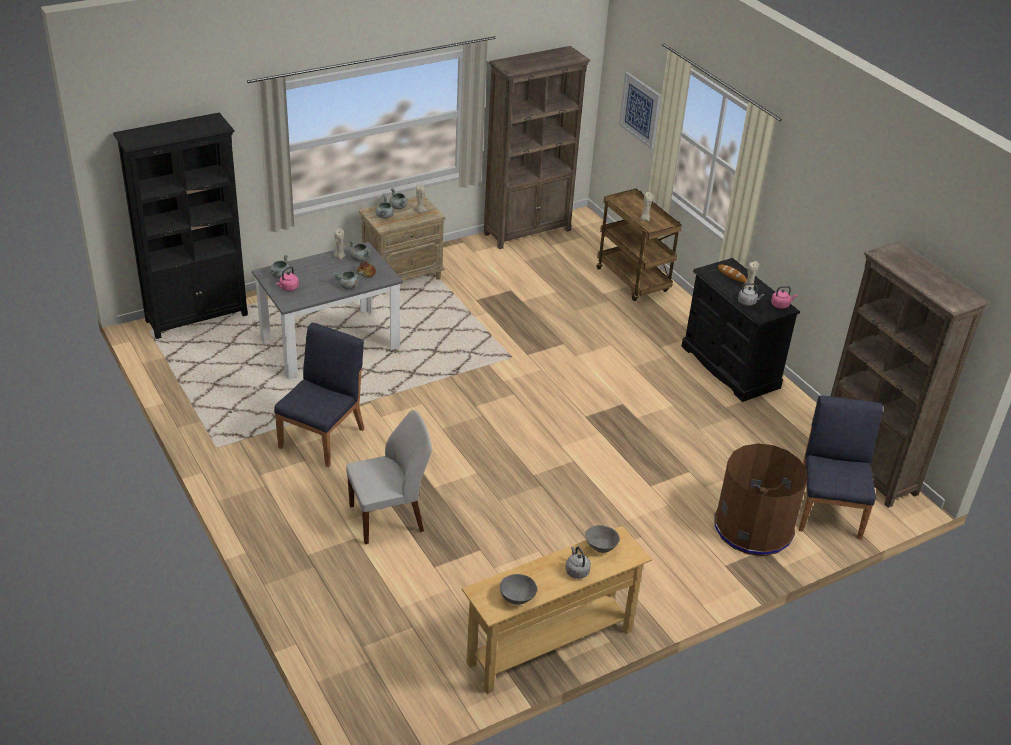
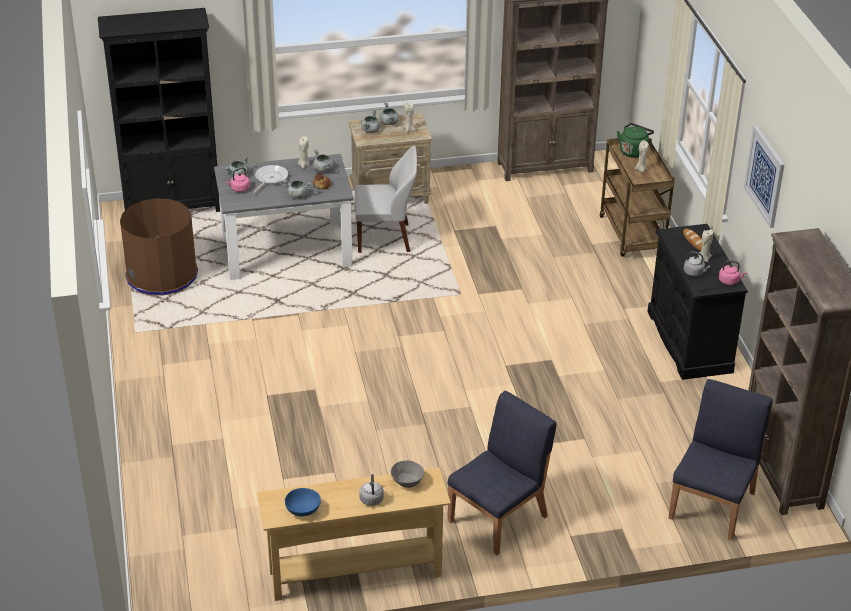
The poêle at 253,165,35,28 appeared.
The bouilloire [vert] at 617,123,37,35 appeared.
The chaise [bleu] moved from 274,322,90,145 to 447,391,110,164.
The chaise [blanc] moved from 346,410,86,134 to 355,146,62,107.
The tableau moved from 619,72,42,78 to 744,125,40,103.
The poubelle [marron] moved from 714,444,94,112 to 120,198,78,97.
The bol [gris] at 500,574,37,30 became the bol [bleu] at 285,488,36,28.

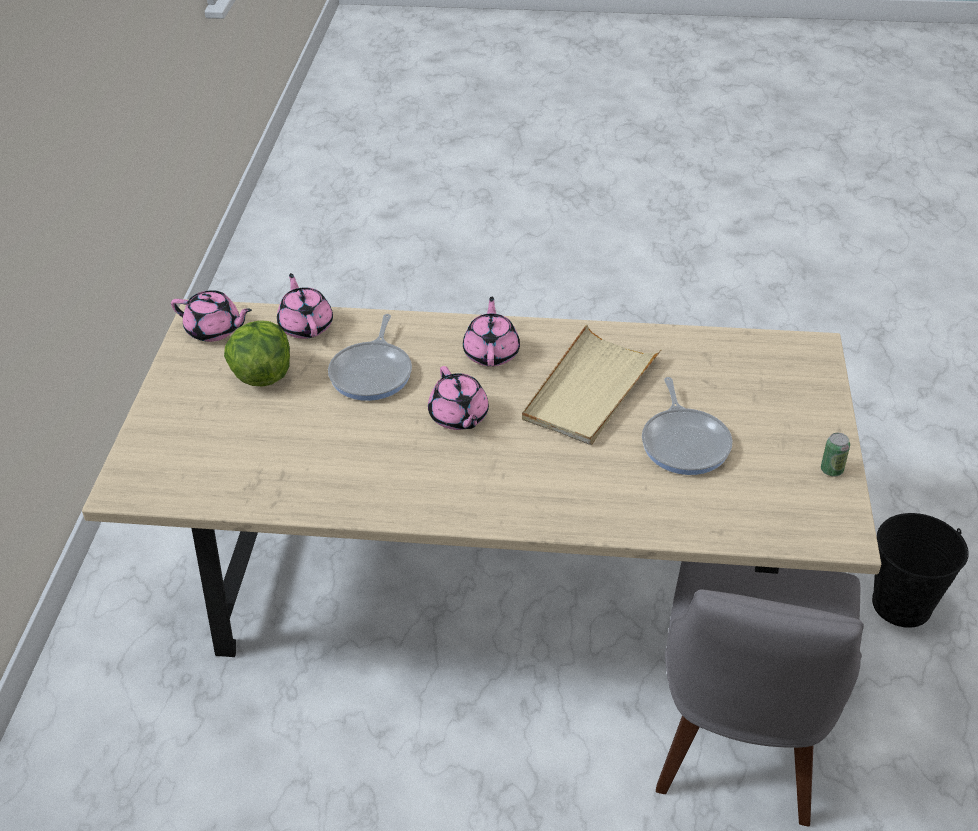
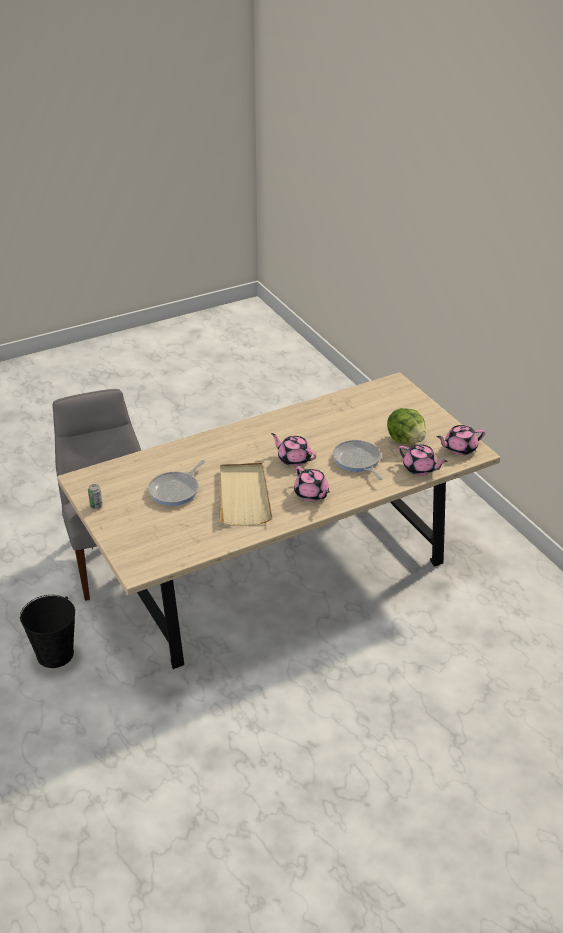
The poêle at 642,377,90,98 turned 105 degrees counterclockwise.

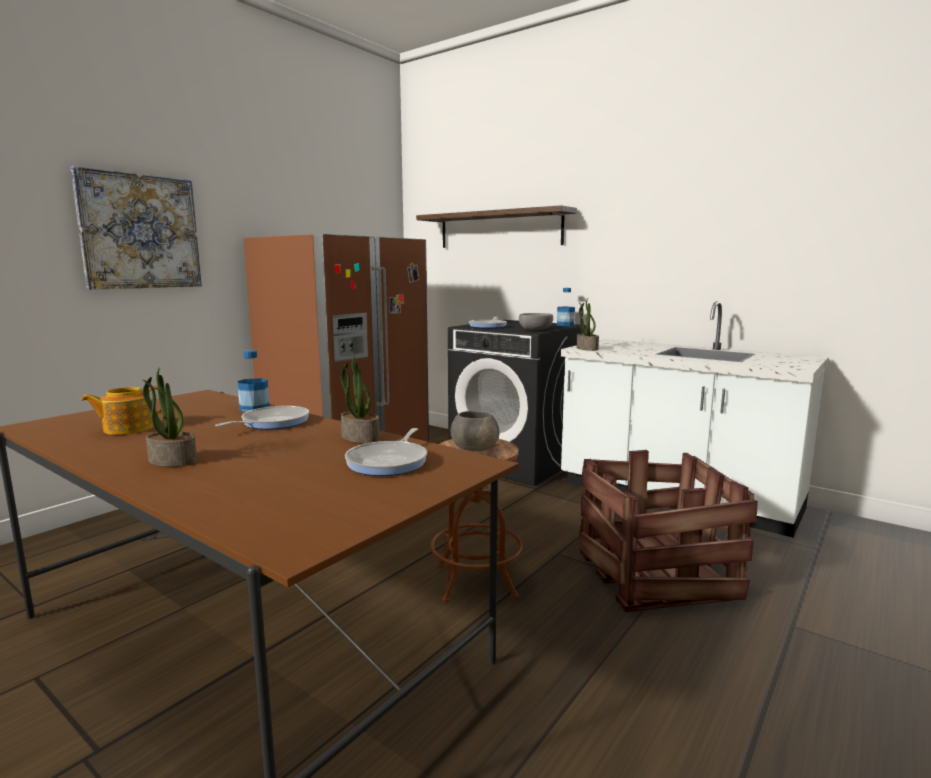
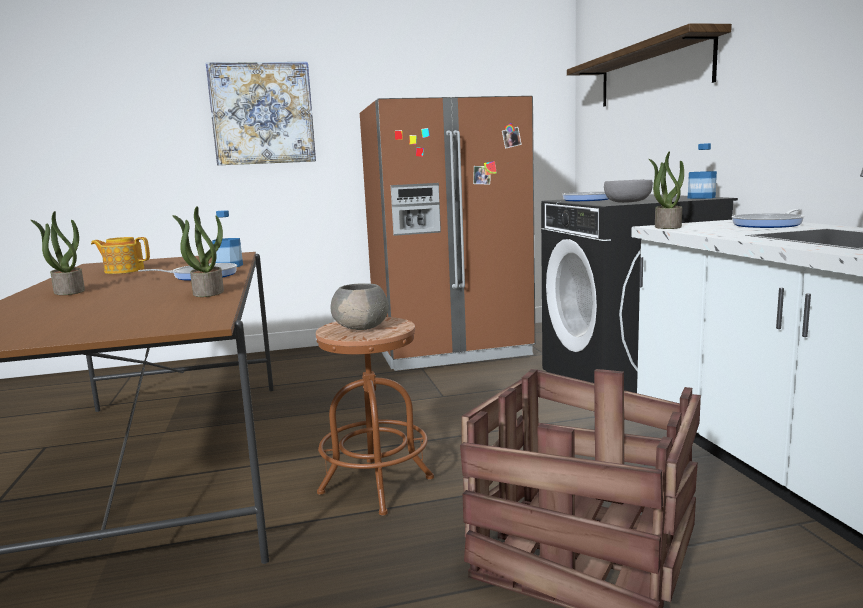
The poêle moved from 345,428,82,48 to 732,209,72,19.

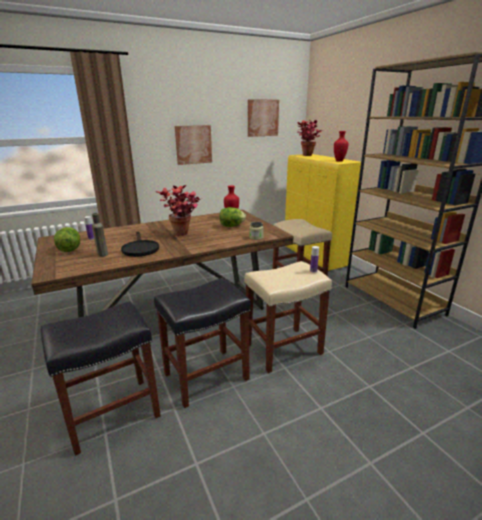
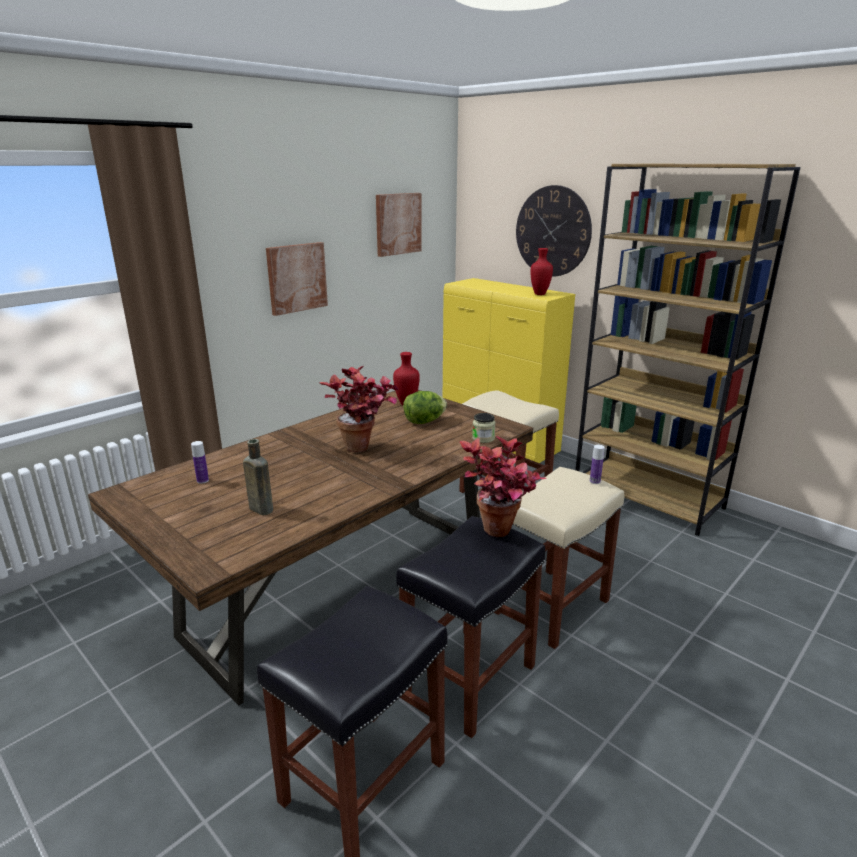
The laitue at 54,227,26,25 disappeared.
The poêle [noir] at 121,232,38,25 disappeared.
The horloge murale at 516,185,76,92 appeared.
The plante en pot moved from 297,120,25,36 to 460,436,86,101.

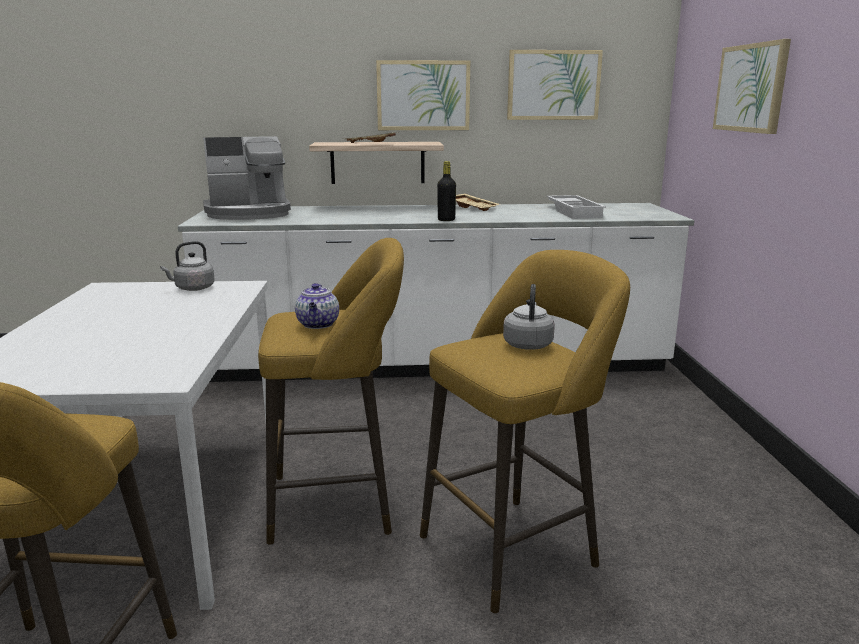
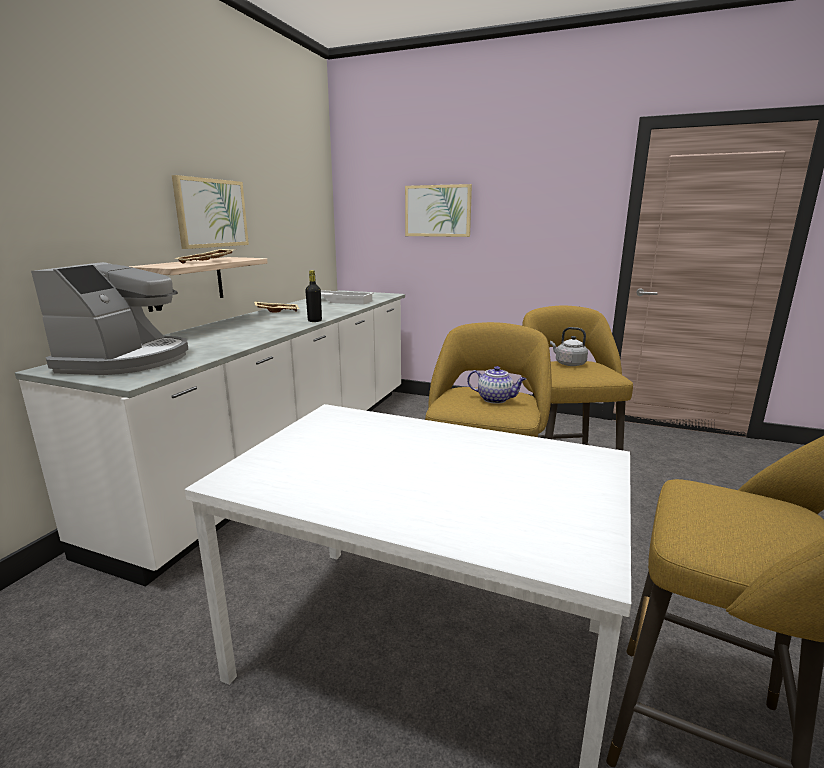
The bouilloire [gris] at 160,241,55,50 disappeared.
The tableau at 507,50,96,70 disappeared.

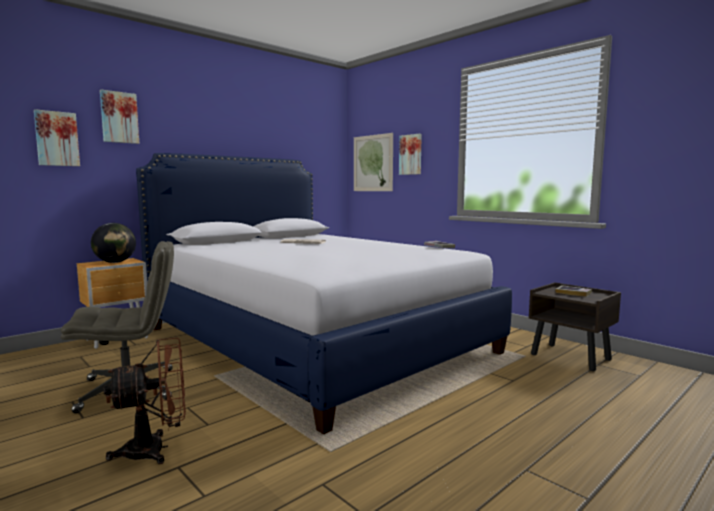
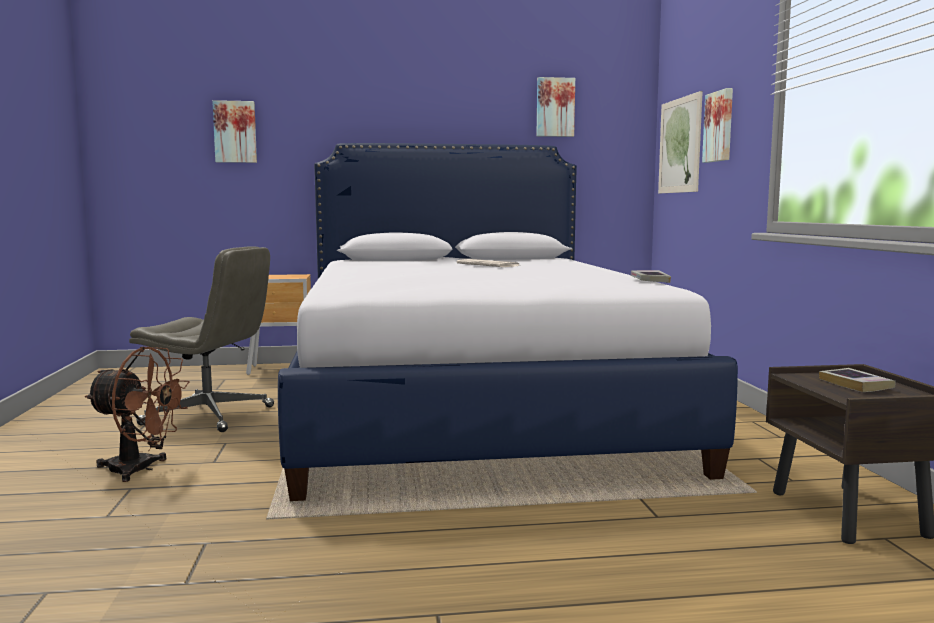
The globe at 91,223,45,40 disappeared.
The tableau moved from 100,90,39,54 to 537,77,38,60.

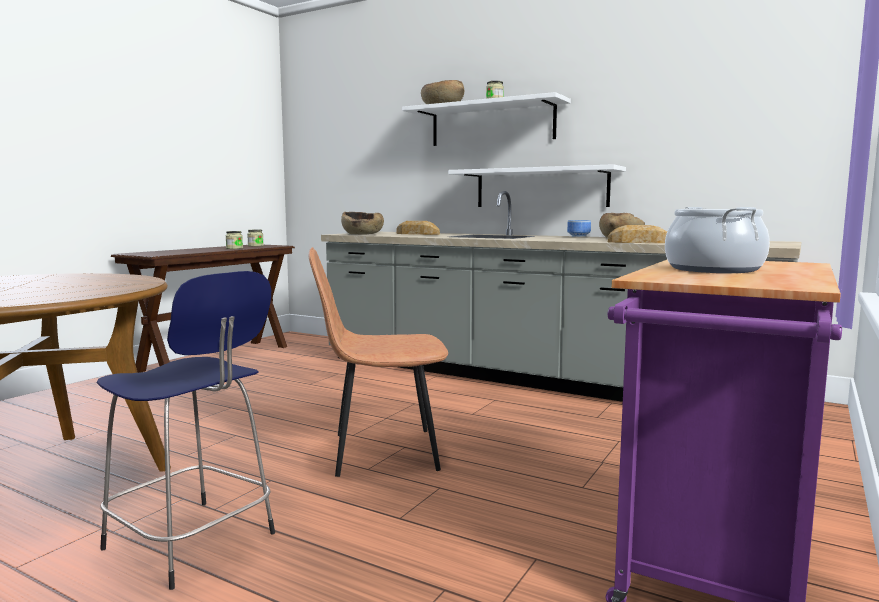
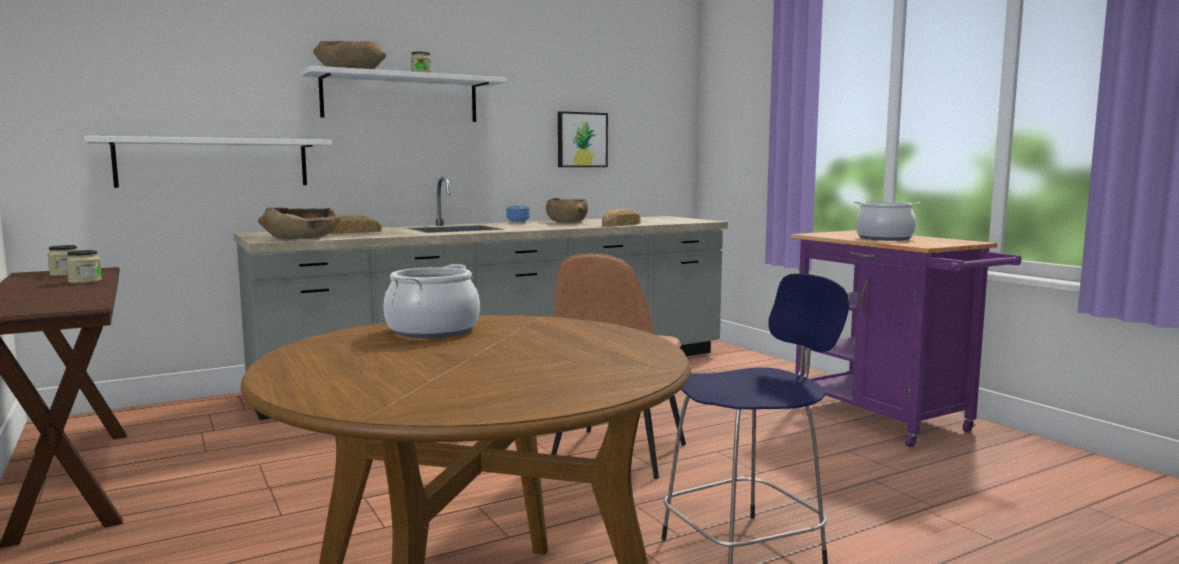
The marmite at 384,264,96,74 appeared.
The tableau at 558,111,50,56 appeared.
The étagère [blanc] moved from 448,164,178,43 to 84,136,248,52.

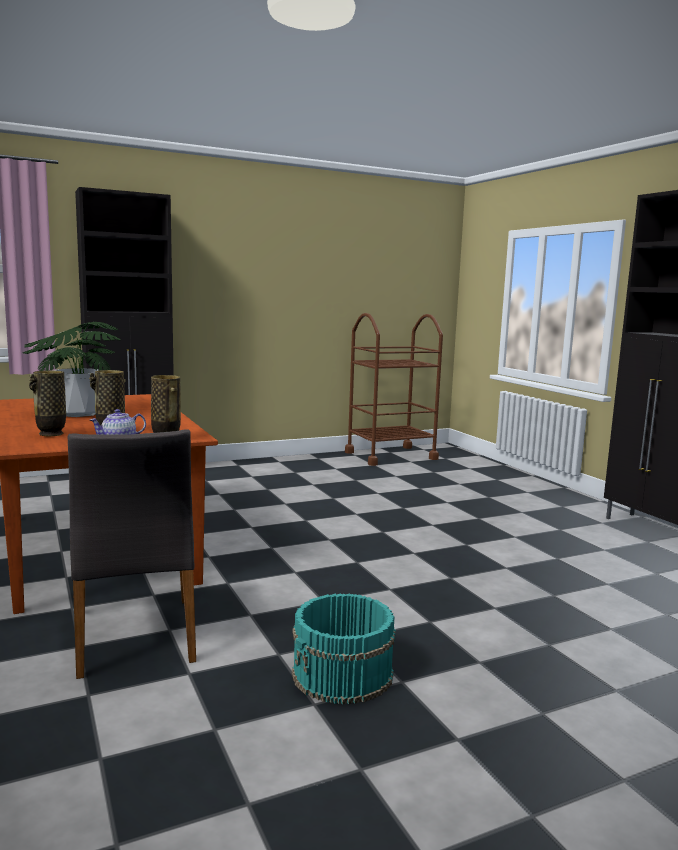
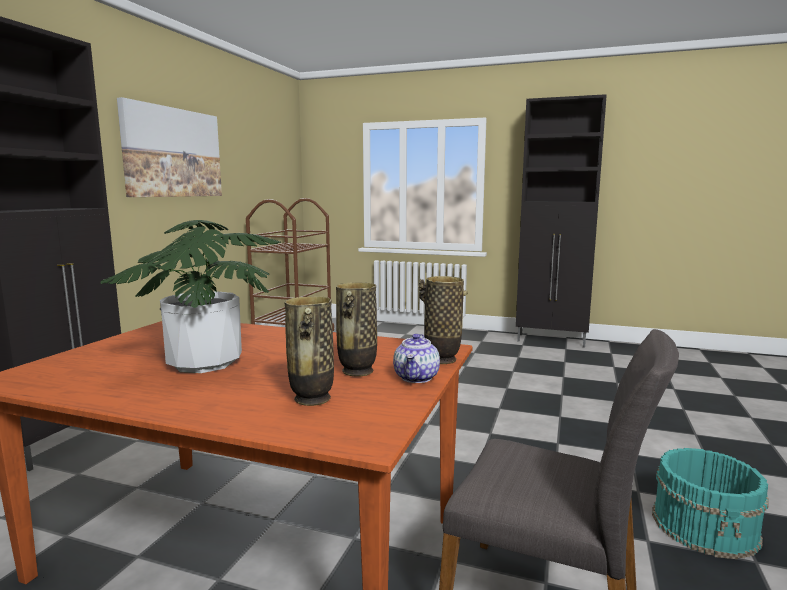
The tableau at 117,97,105,100 appeared.

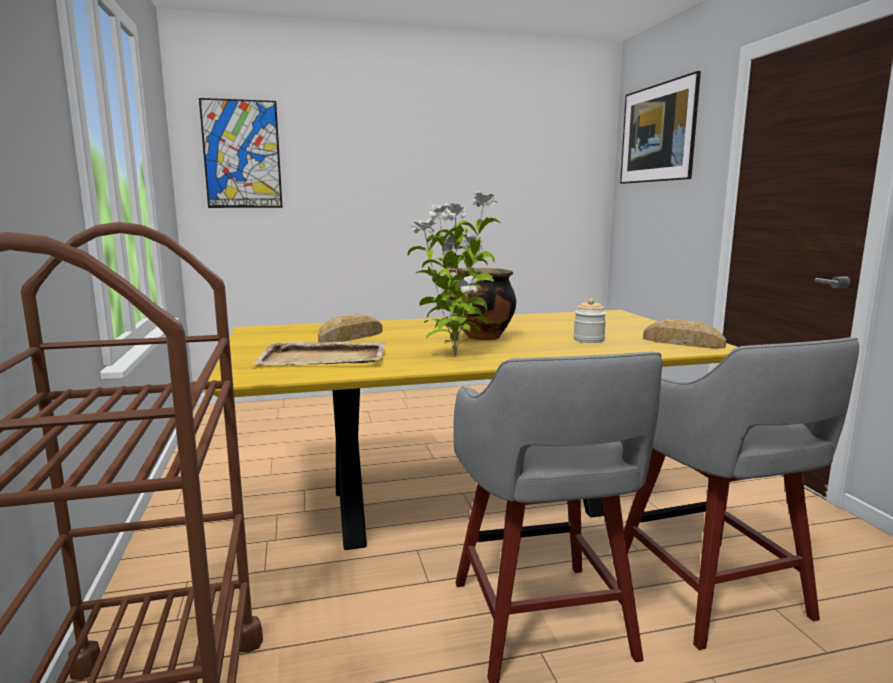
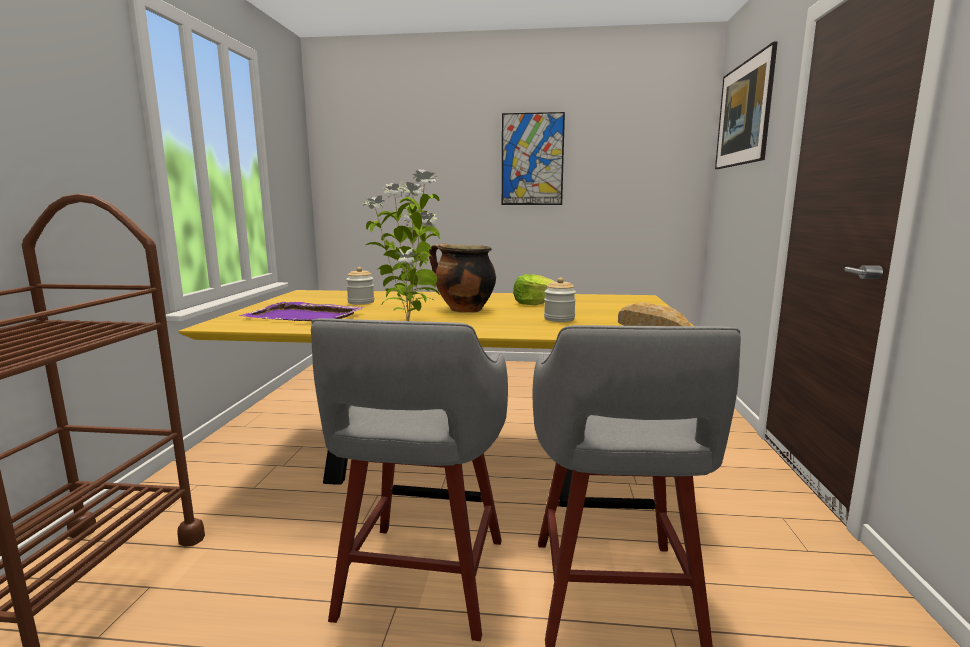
The laitue at 513,274,42,31 appeared.
The tableau moved from 199,98,84,110 to 502,112,63,93.
The pain at 318,314,65,29 was replaced by the bocal at 346,267,28,37.
The plateau [beige] at 252,342,134,23 became the plateau [violet] at 239,302,125,19.

